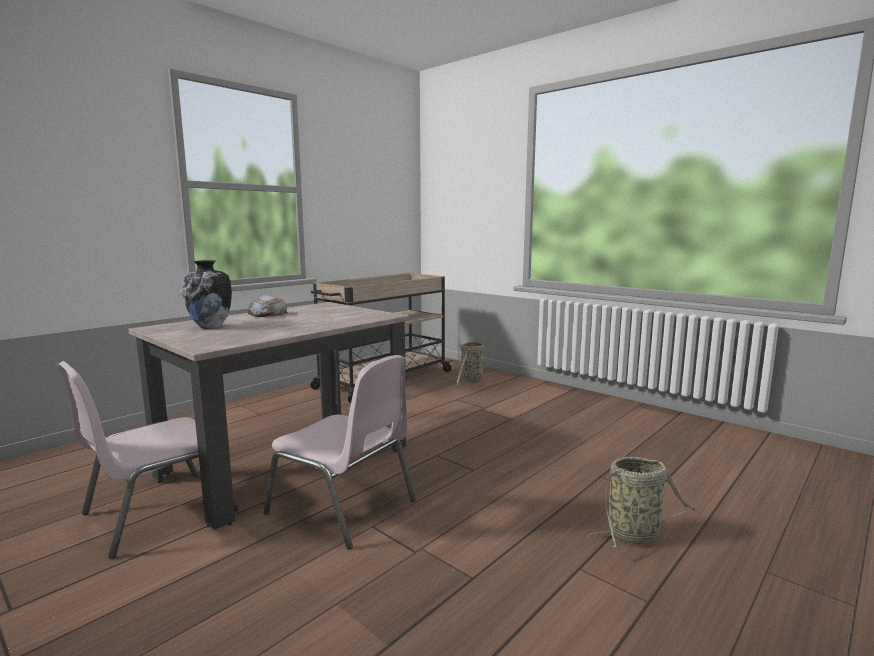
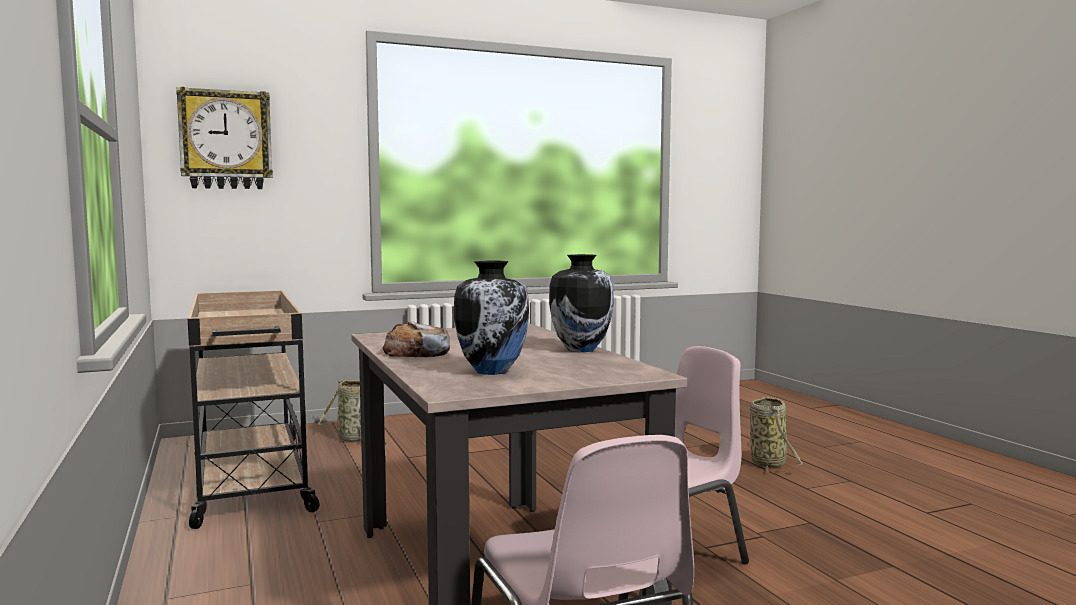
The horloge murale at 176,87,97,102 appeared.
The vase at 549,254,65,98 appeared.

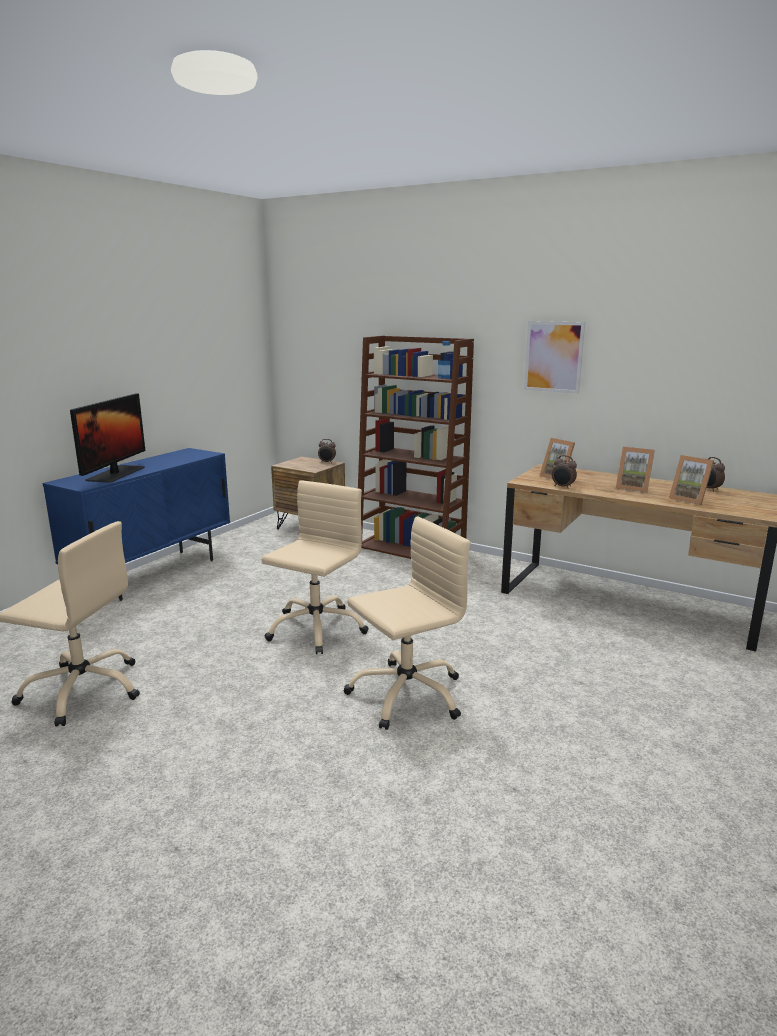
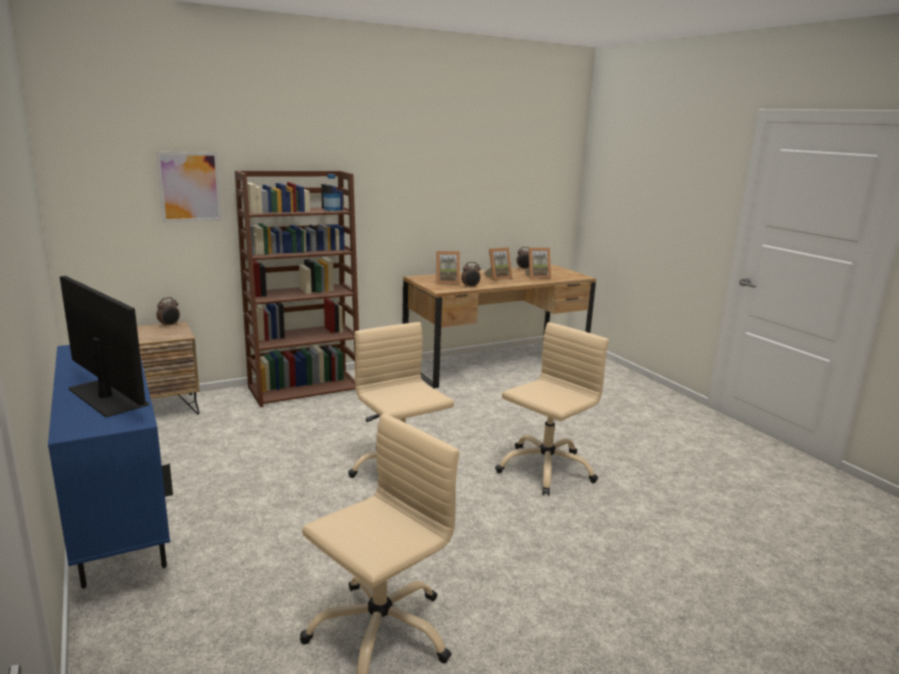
The tableau moved from 524,321,61,73 to 156,152,66,70.
The chaise de bureau [beige] at 344,517,127,213 turned 45 degrees clockwise.

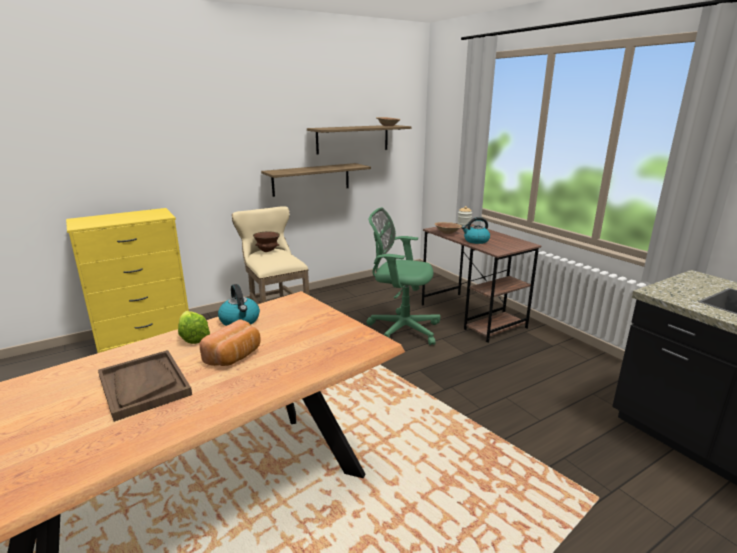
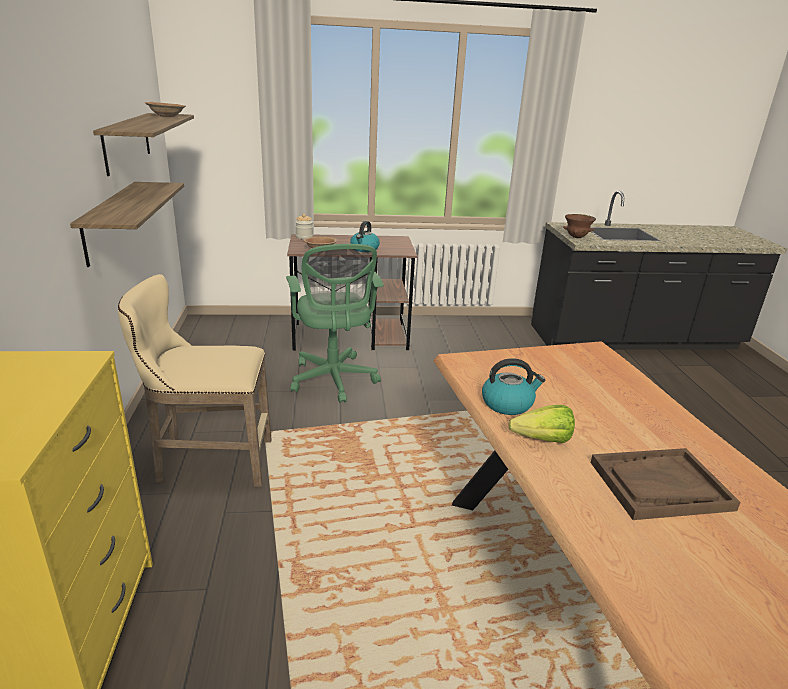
The pain at 200,319,61,47 disappeared.
The bol [marron] moved from 253,231,27,21 to 563,214,33,24.
The chaise de bureau [vert] at 367,208,74,137 turned 60 degrees counterclockwise.

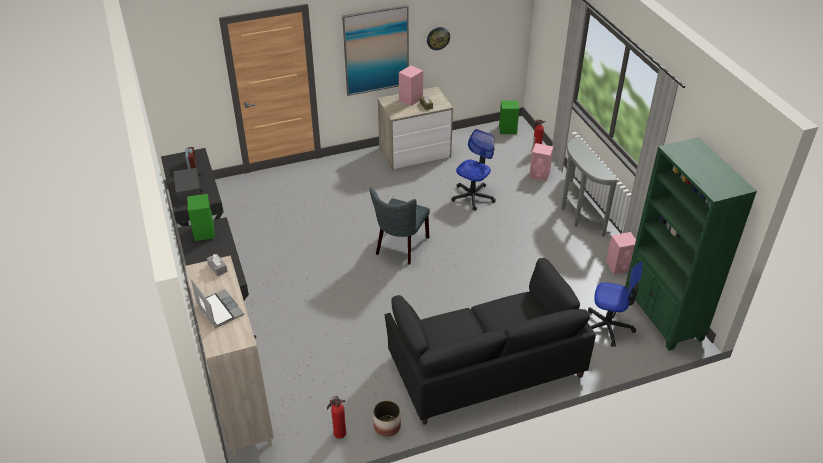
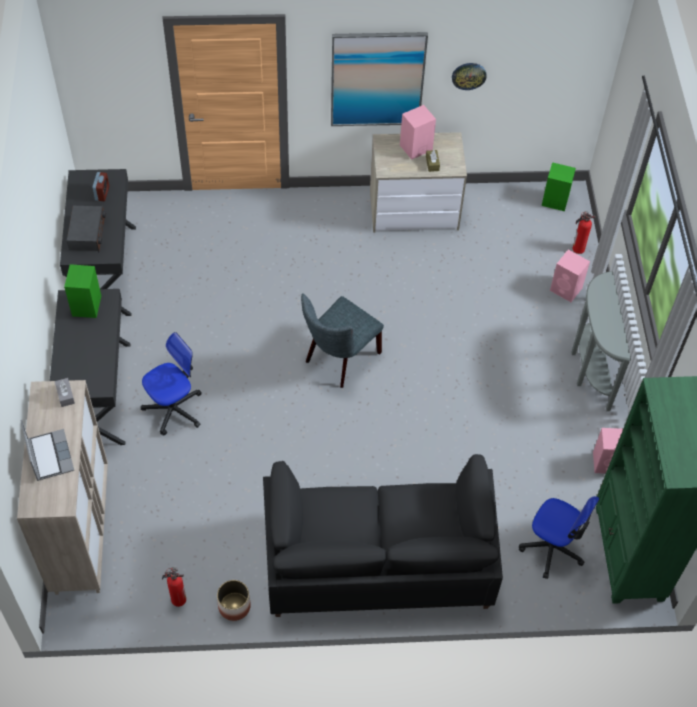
The chaise de bureau moved from 452,129,44,82 to 141,332,61,104.

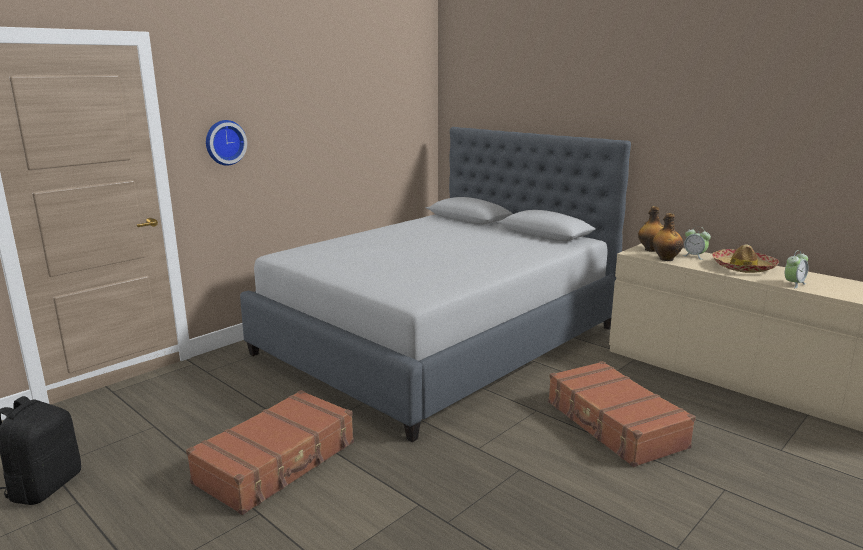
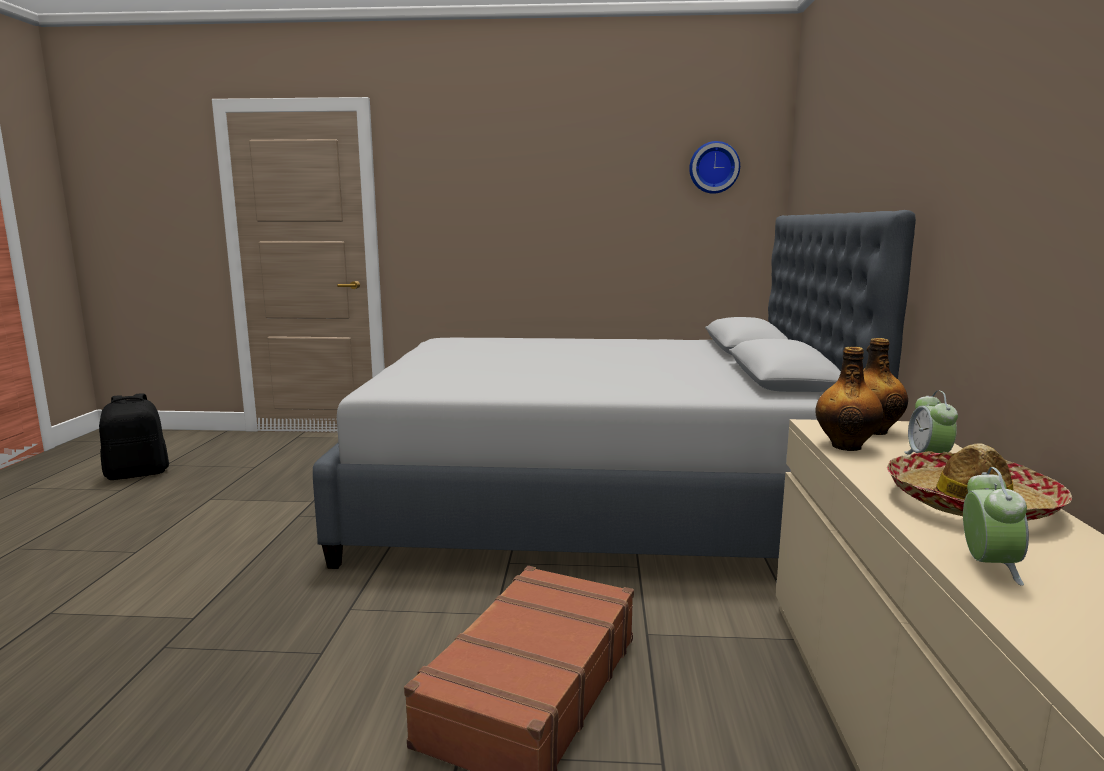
The valise [marron] at 186,390,168,125 disappeared.
The horloge murale moved from 206,120,41,46 to 689,141,51,53.
The réveil at 785,250,23,38 turned 90 degrees counterclockwise.

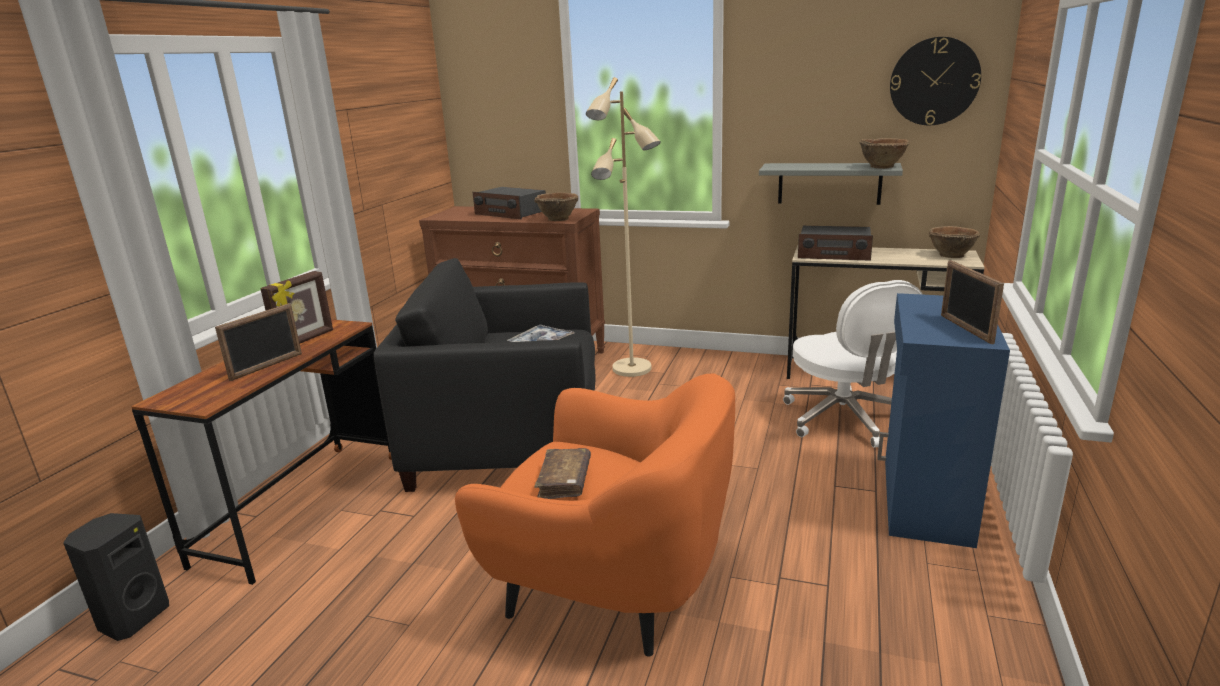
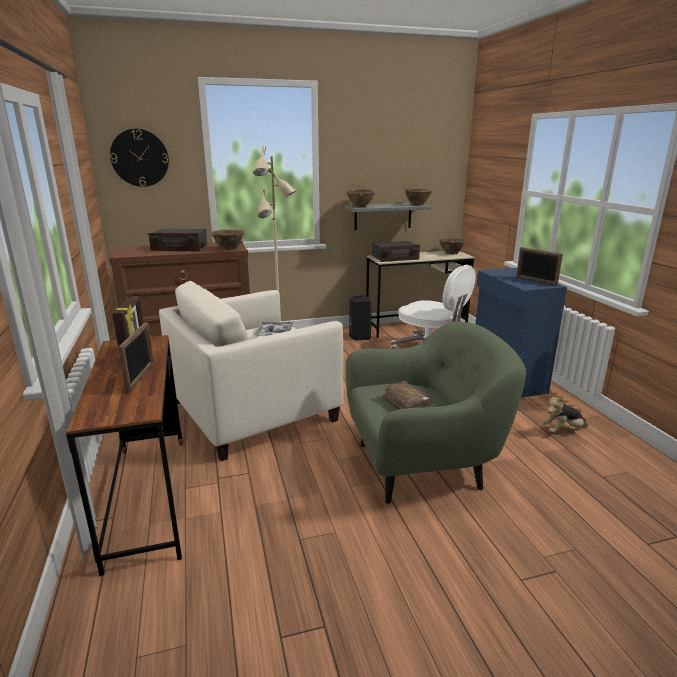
The bol [marron] at 346,189,29,18 appeared.
The peluche at 542,395,46,38 appeared.
The enceinte [noir] moved from 63,513,106,128 to 349,295,23,46.
The horloge murale moved from 890,37,91,88 to 110,129,59,58.
The fauteuil [noir] at 374,258,222,234 became the fauteuil [beige] at 159,281,185,180.
The fauteuil [orange] at 455,374,280,283 became the fauteuil [vert] at 346,321,180,183.

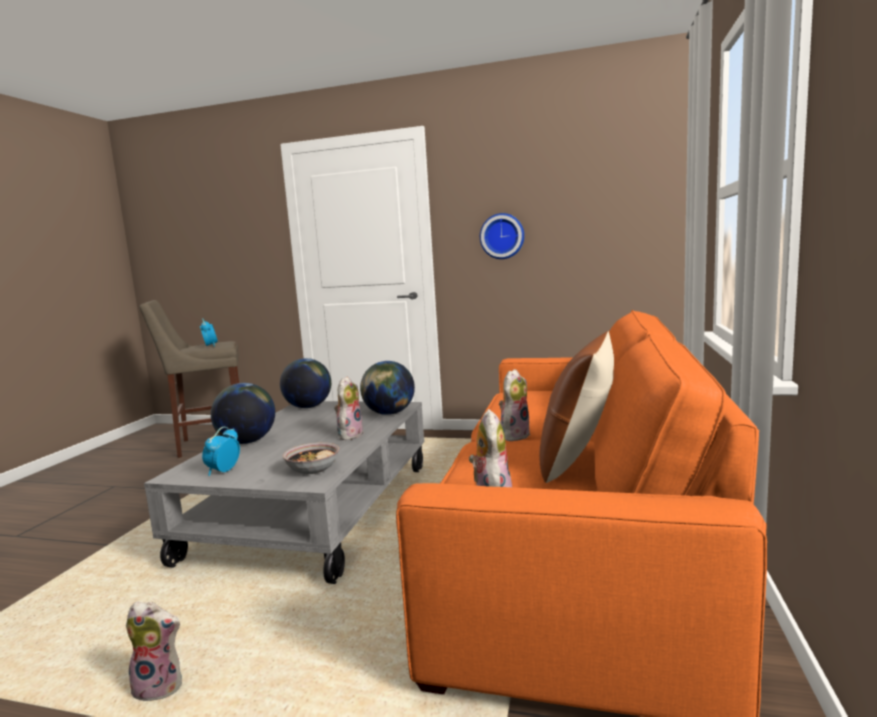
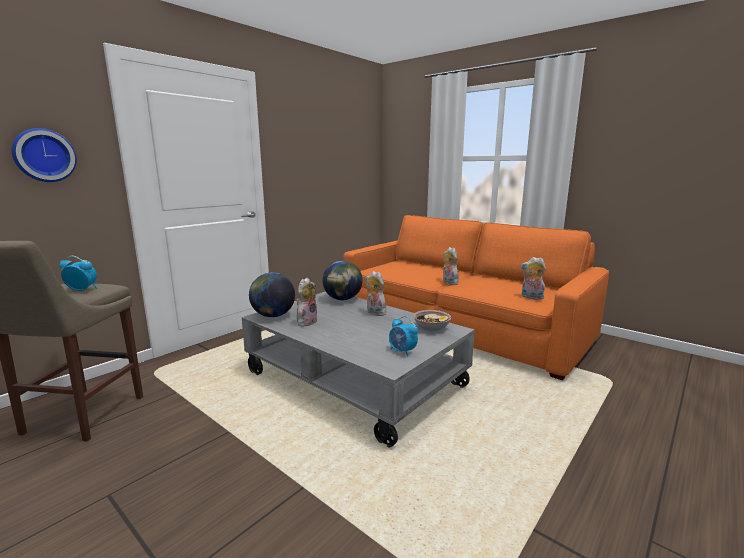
The globe at 211,383,64,61 disappeared.
The coussin [marron] at 539,331,75,152 disappeared.
The peluche moved from 126,602,56,99 to 297,278,21,49.
The horloge murale moved from 480,213,44,46 to 12,128,65,54.

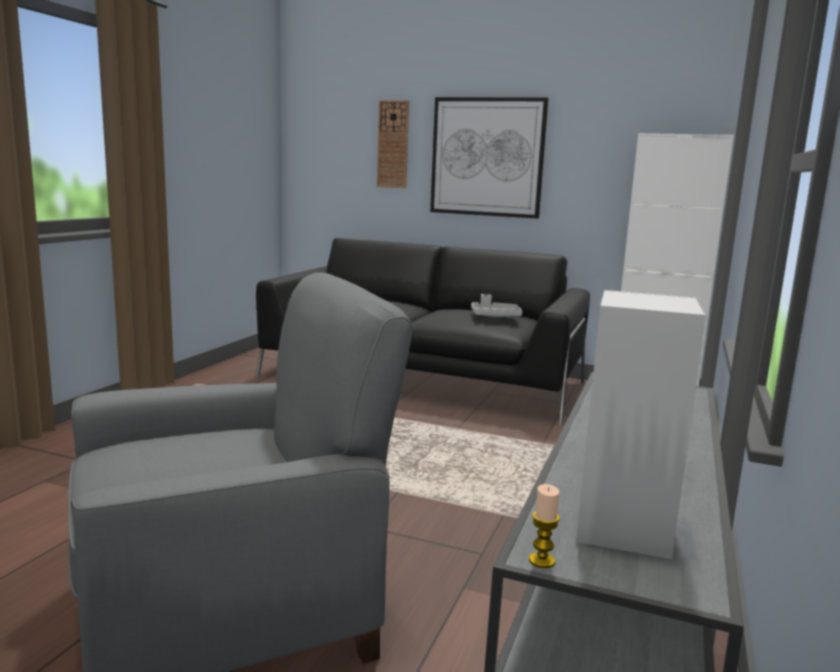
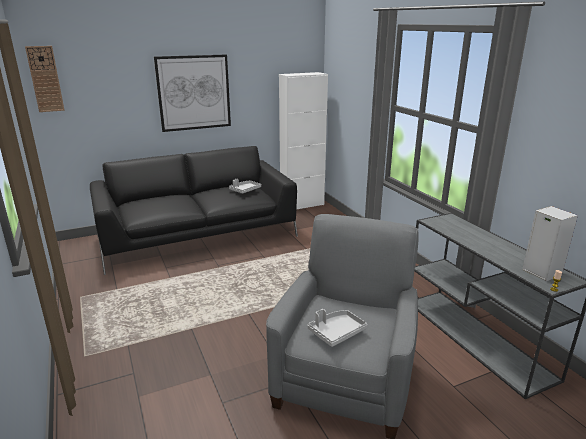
The plateau [gris] at 308,309,59,38 appeared.
The horloge murale moved from 377,100,32,88 to 25,46,40,66.

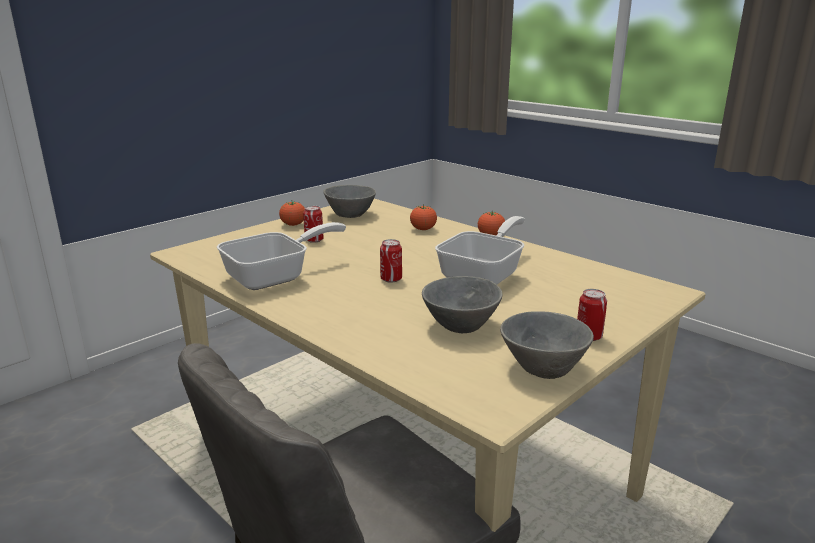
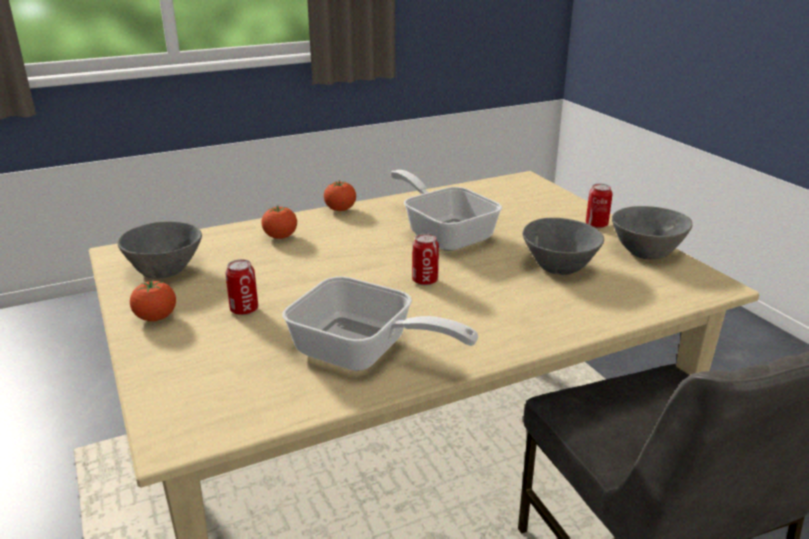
The poêle at 217,222,129,68 turned 135 degrees clockwise.

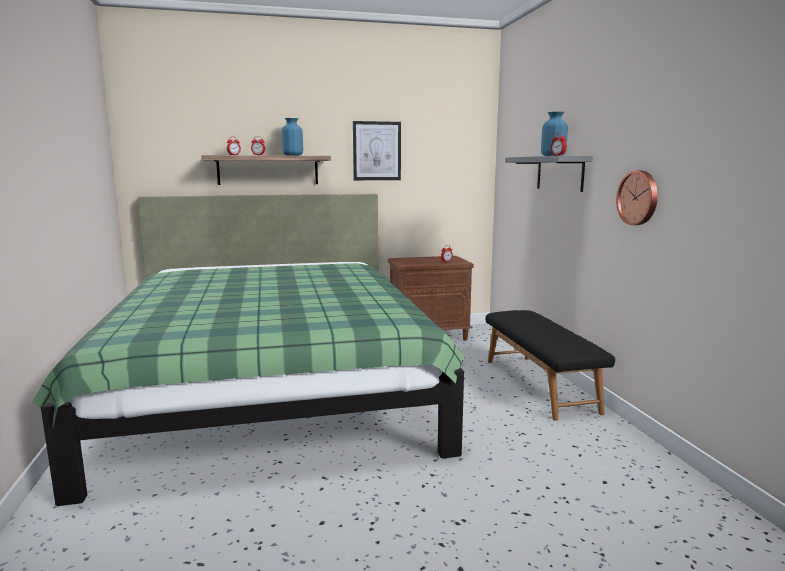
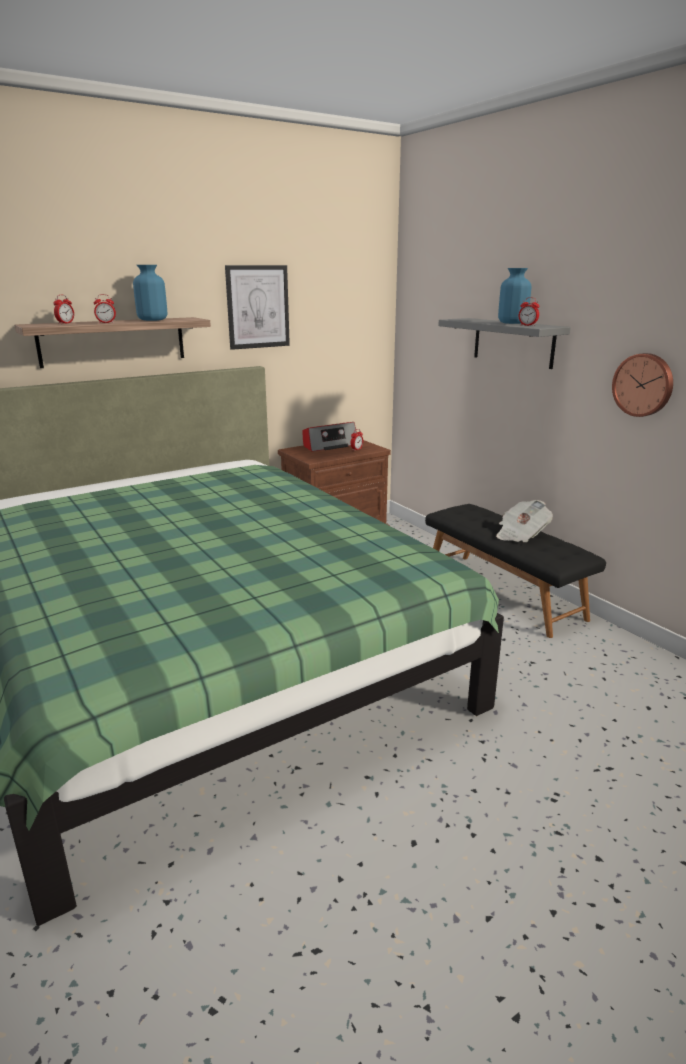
The radio at 303,422,54,30 appeared.
The journal at 496,500,57,42 appeared.

